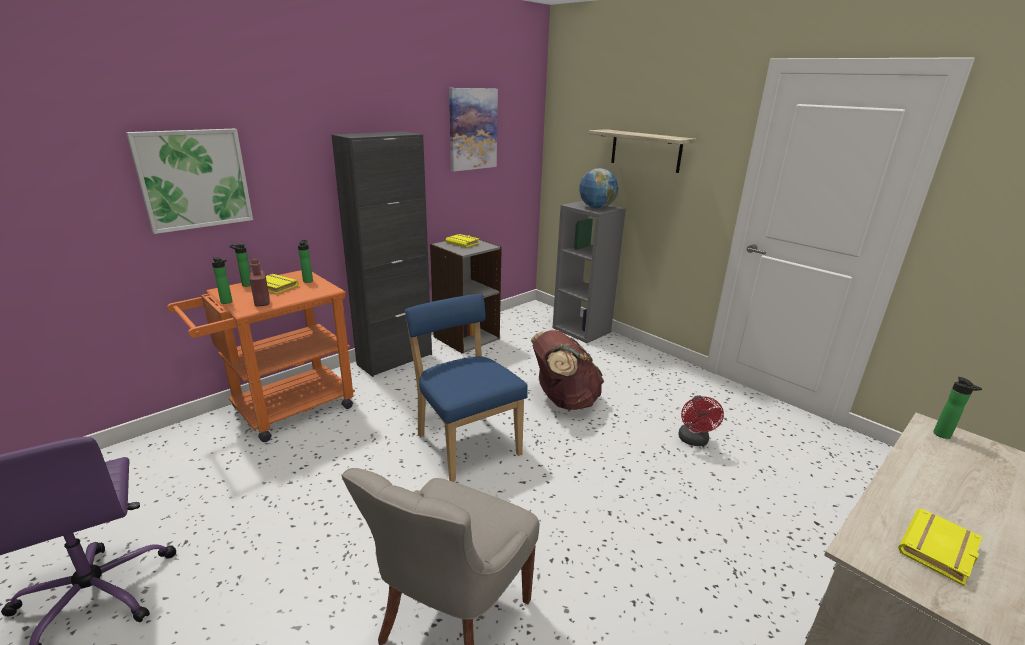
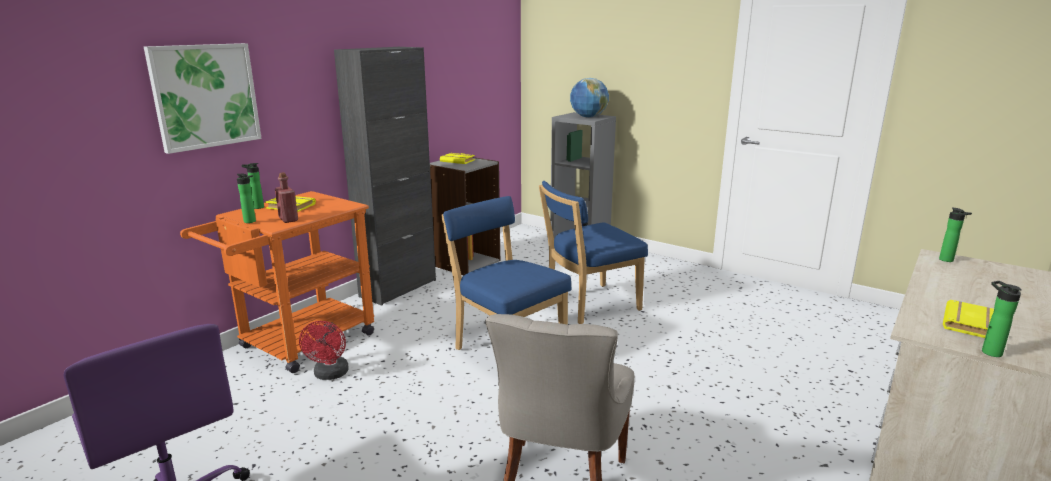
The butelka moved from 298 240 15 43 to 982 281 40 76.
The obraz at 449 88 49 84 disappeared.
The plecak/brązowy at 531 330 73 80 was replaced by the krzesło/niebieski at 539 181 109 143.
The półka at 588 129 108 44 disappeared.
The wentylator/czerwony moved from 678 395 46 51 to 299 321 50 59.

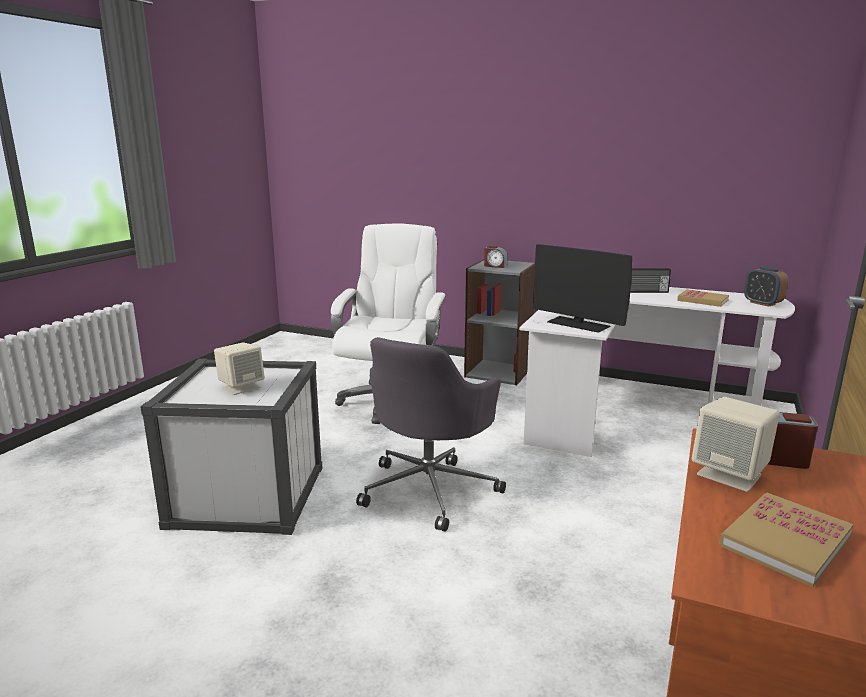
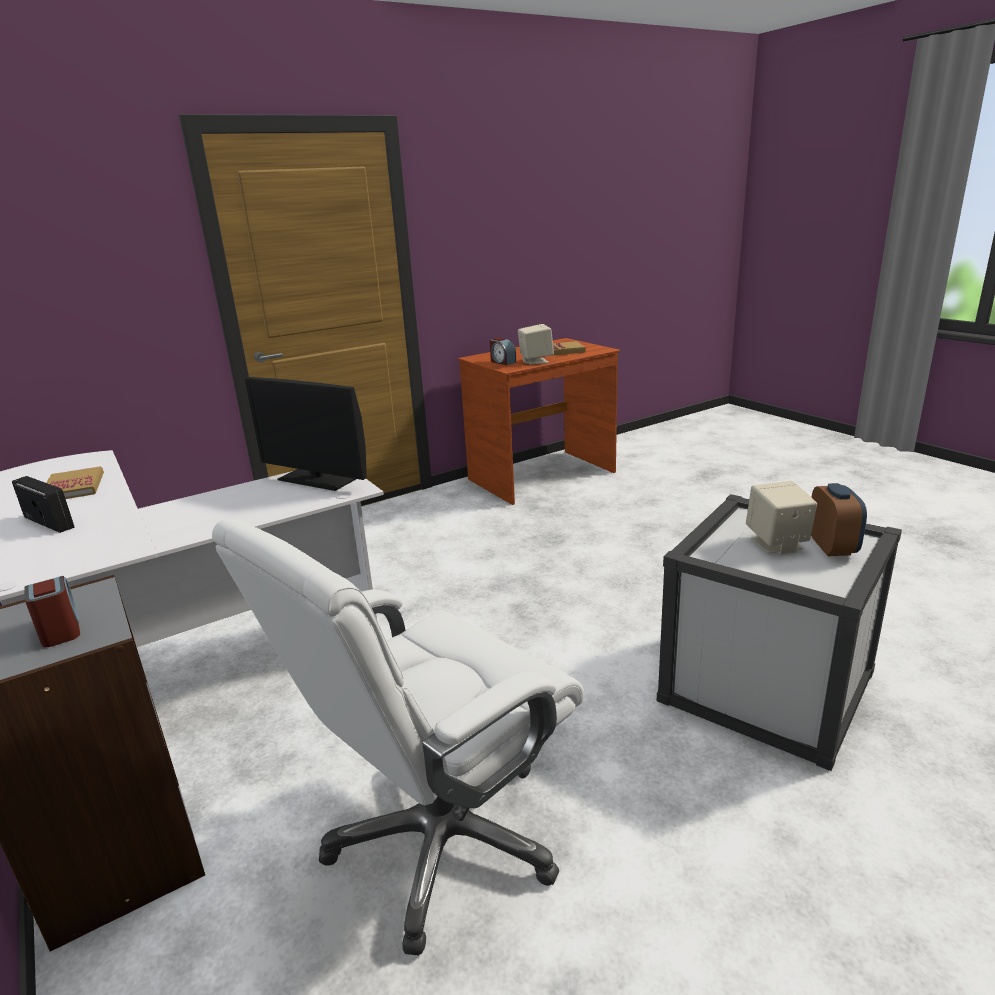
The krzesło biurowe/szary at 356 337 150 195 disappeared.
The monitor at 533 244 99 89 turned 135 degrees clockwise.
The budzik moved from 744 266 44 41 to 811 483 56 73.

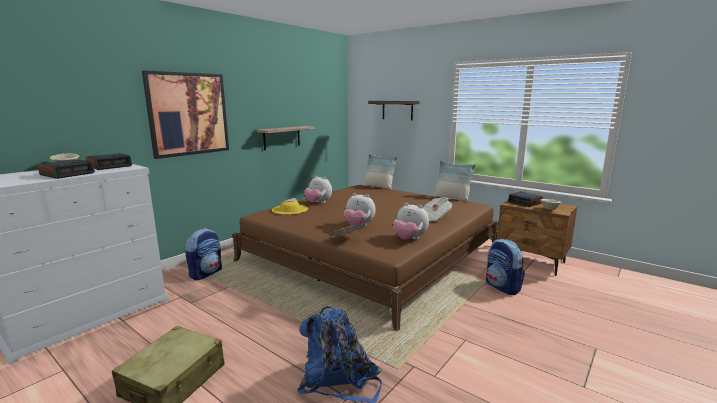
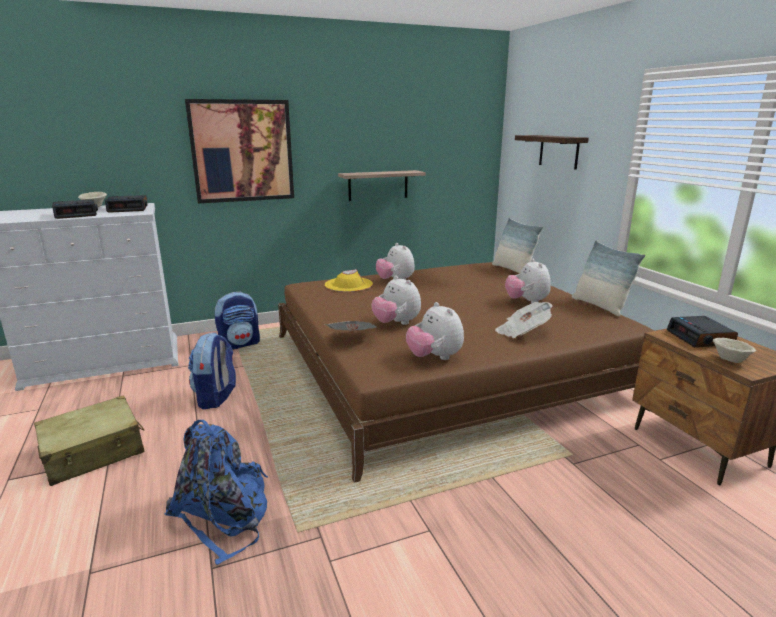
The plecak moved from 486 239 39 56 to 188 332 48 77.
The pluszak at 505 259 46 44 appeared.

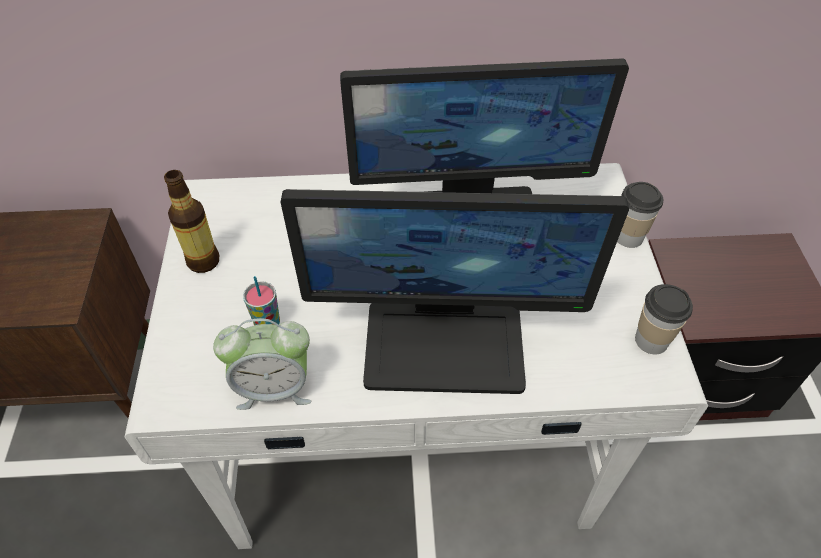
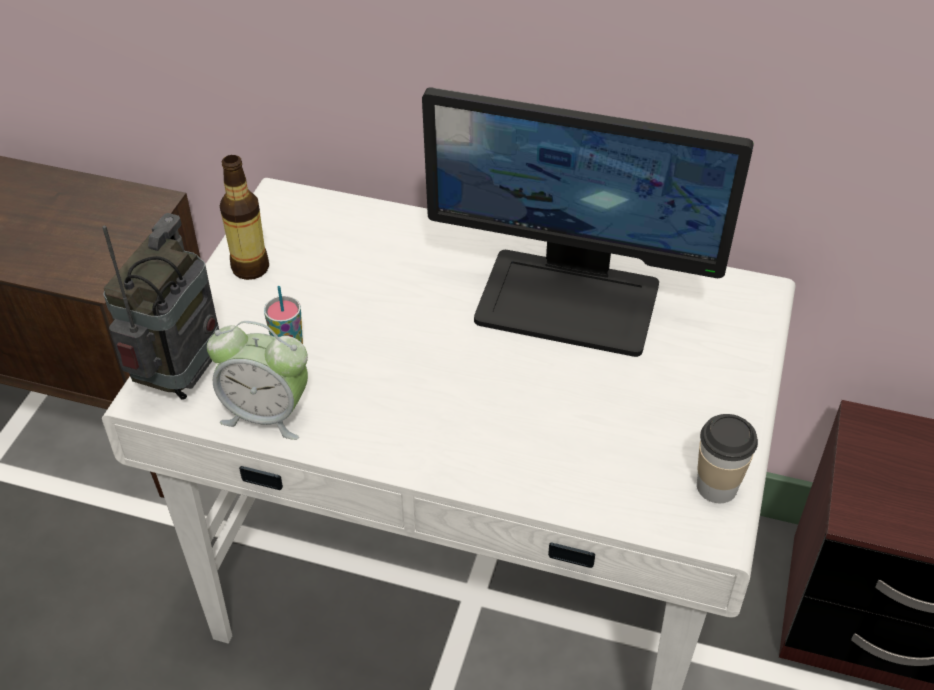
The monitor at 281 189 348 205 disappeared.
The filiżanka at 617 182 46 66 disappeared.
The radio at 102 213 117 187 appeared.

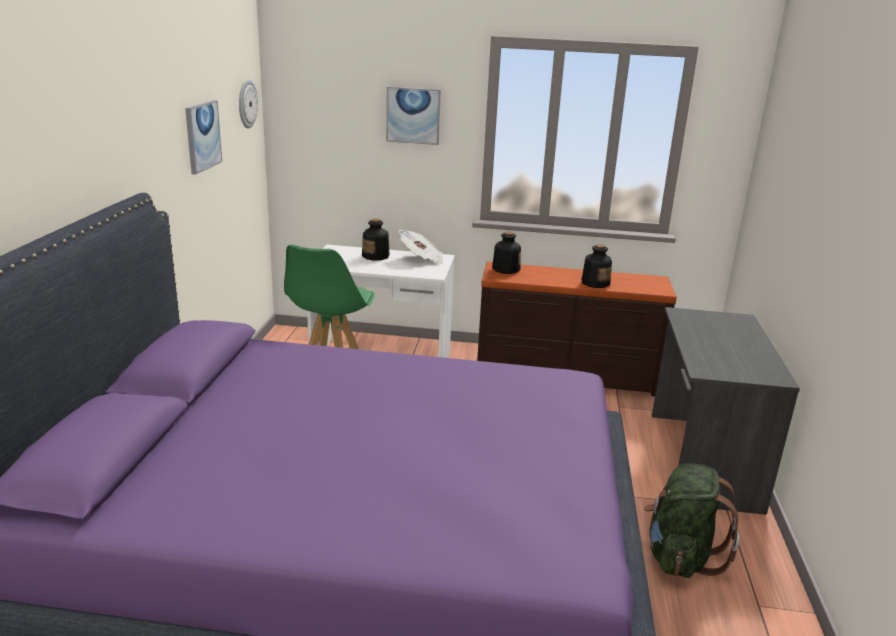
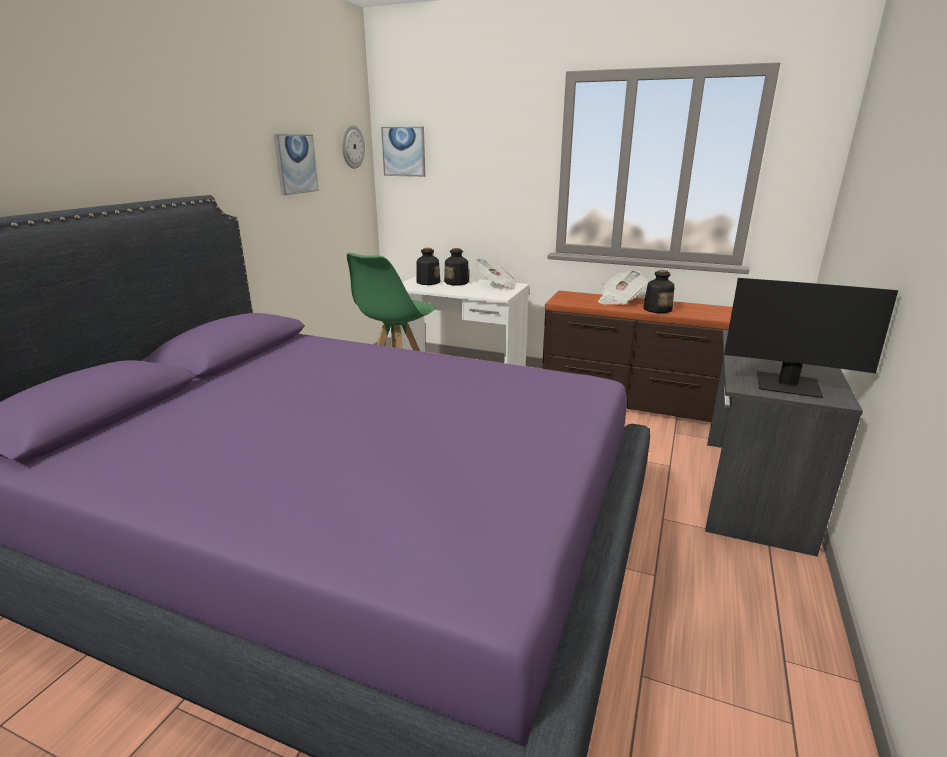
The obraz moved from 386 87 55 58 to 381 127 45 50.
The butelka moved from 492 232 29 42 to 416 248 24 37.
The plecak/zielony at 644 463 96 115 disappeared.
The gazeta at 598 270 50 35 appeared.
The monitor at 724 278 174 120 appeared.

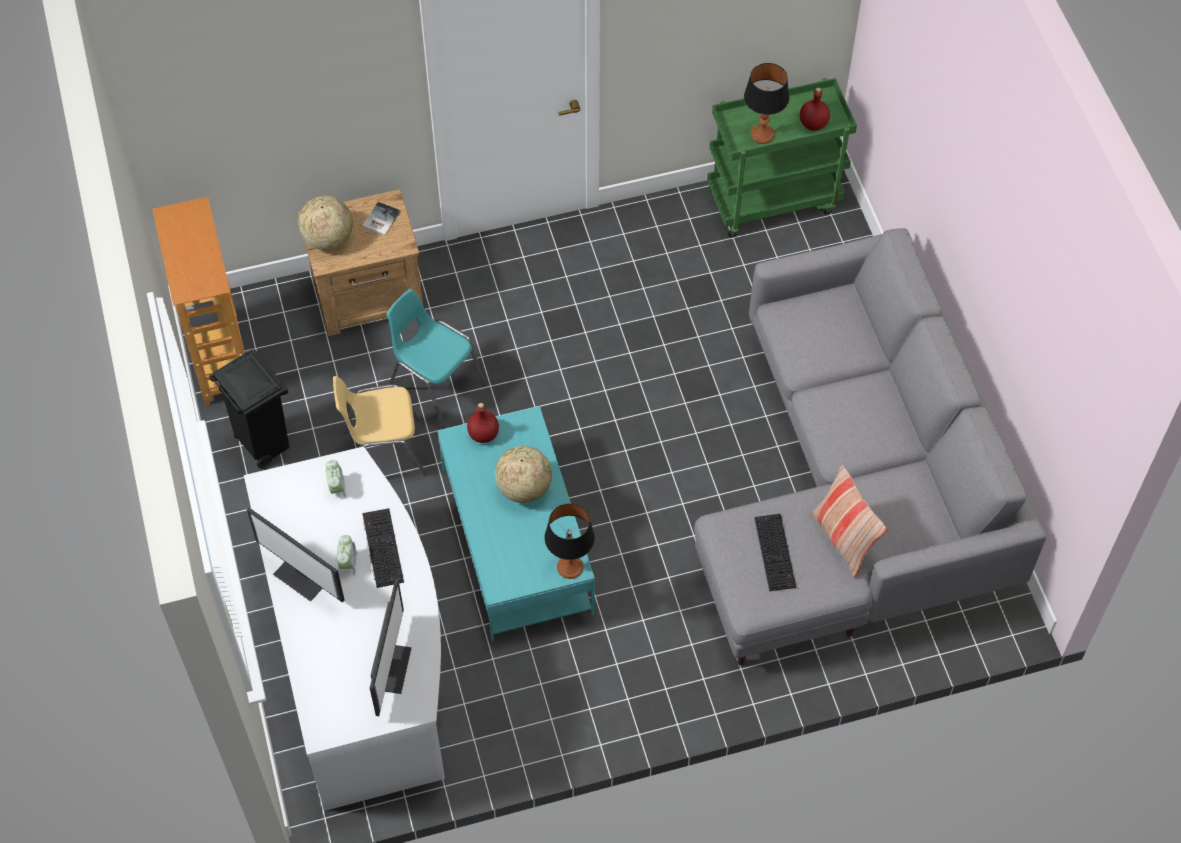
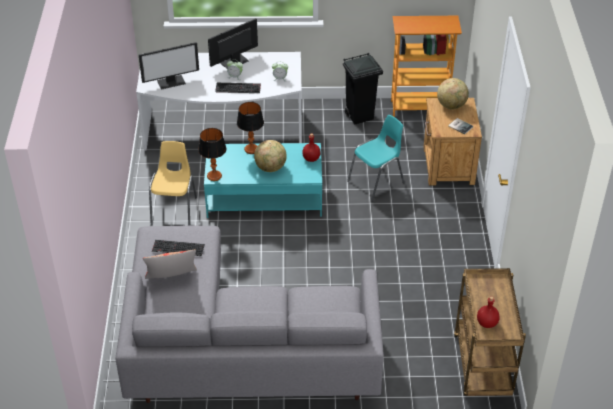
The krzesło/żółty moved from 333 376 94 100 to 149 141 48 85.
The monitor at 370 579 42 137 turned 45 degrees counterclockwise.
The wózek/zielony at 707 78 150 160 became the wózek/brązowy at 454 268 72 128.
The lampa stołowa moved from 744 63 45 81 to 237 102 27 52.

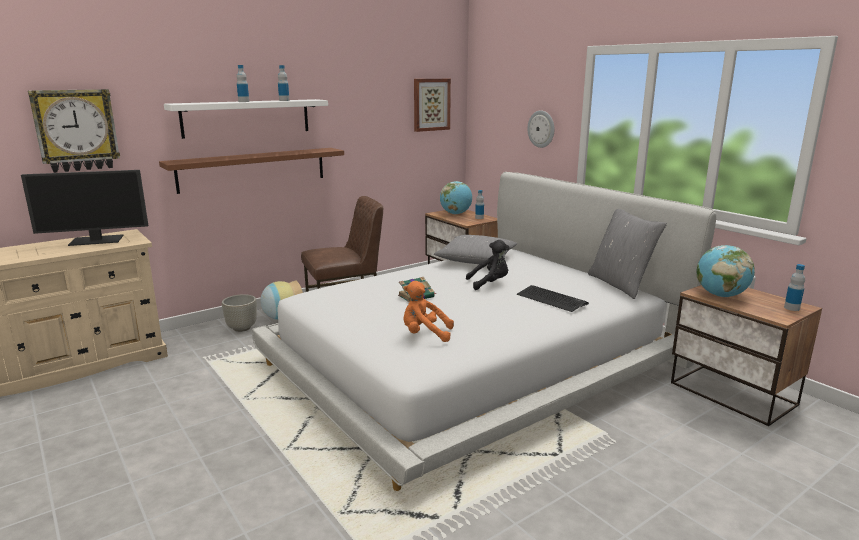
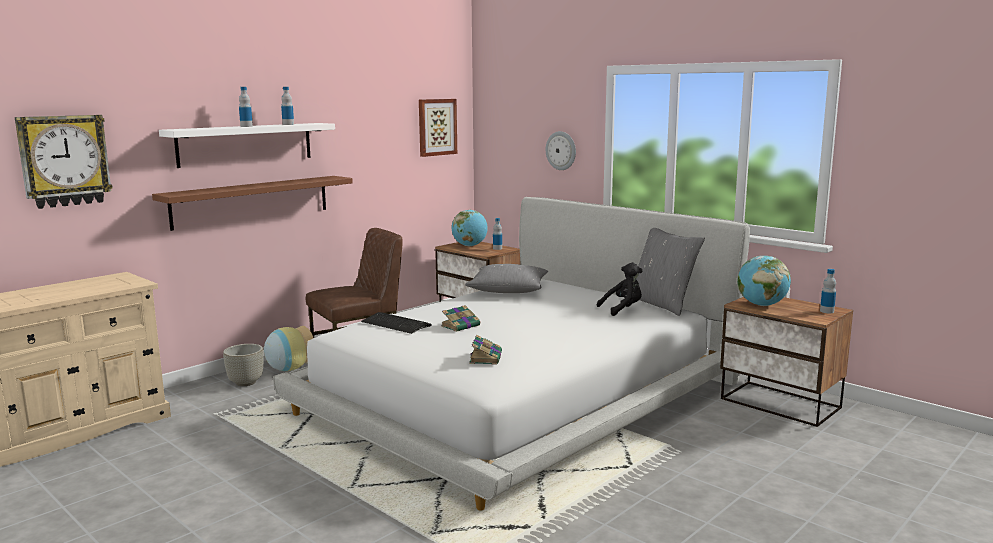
The monitor at 21 170 127 76 disappeared.
The pluszak/pomarańczowy at 403 281 51 61 was replaced by the książka at 469 334 33 31.
The pluszak/czarny moved from 466 240 43 50 to 597 263 45 53.
The klawiatura moved from 517 285 72 27 to 361 312 71 22.

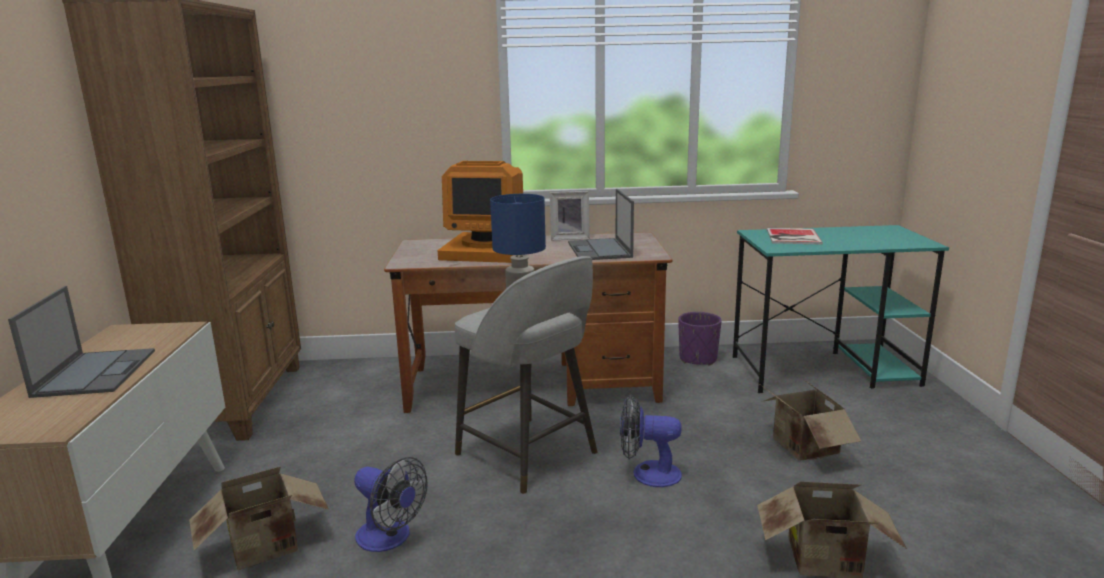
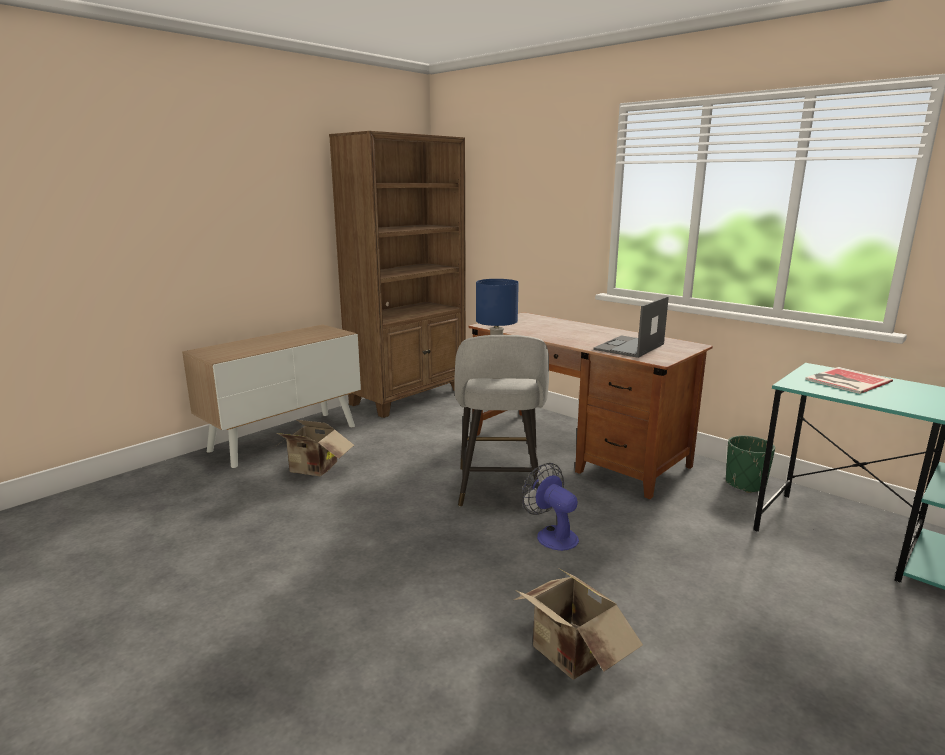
The laptop at 8 286 147 112 disappeared.
The wentylator at 354 457 74 95 disappeared.
The monitor at 437 161 86 102 disappeared.
The ramka na zdjęcie at 550 191 40 49 disappeared.
The donica/fioletowy at 678 312 44 54 became the donica/zielony at 726 435 49 58.
The karton at 758 377 103 84 disappeared.

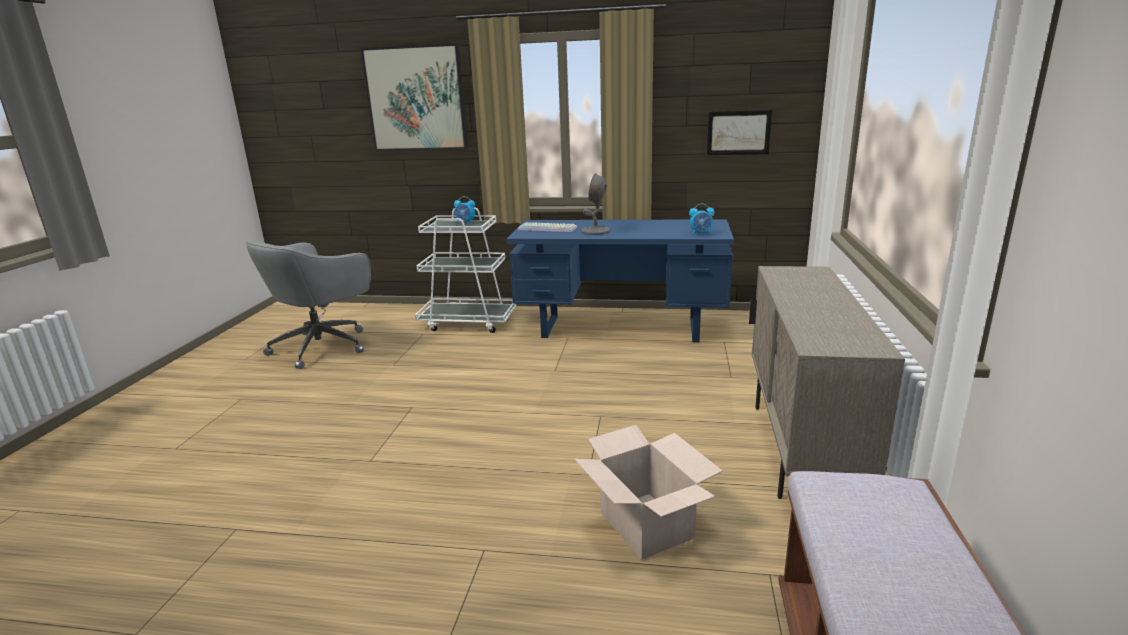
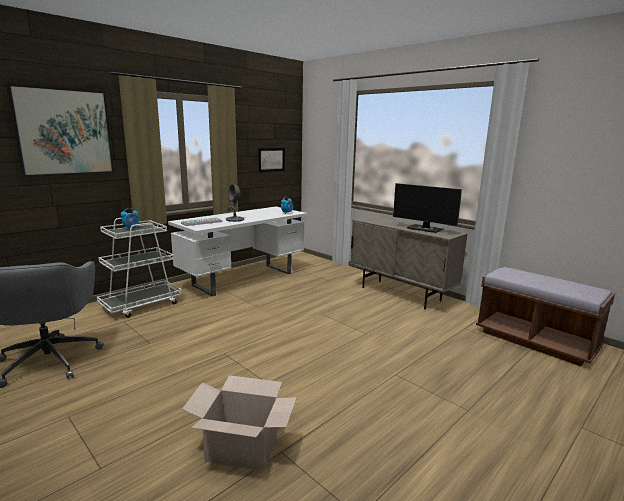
The biurko/niebieski at 507 219 227 123 became the biurko/biały at 168 207 139 89.
The karton moved from 574 425 148 135 to 182 375 115 96.
The monitor at 393 183 69 50 appeared.

